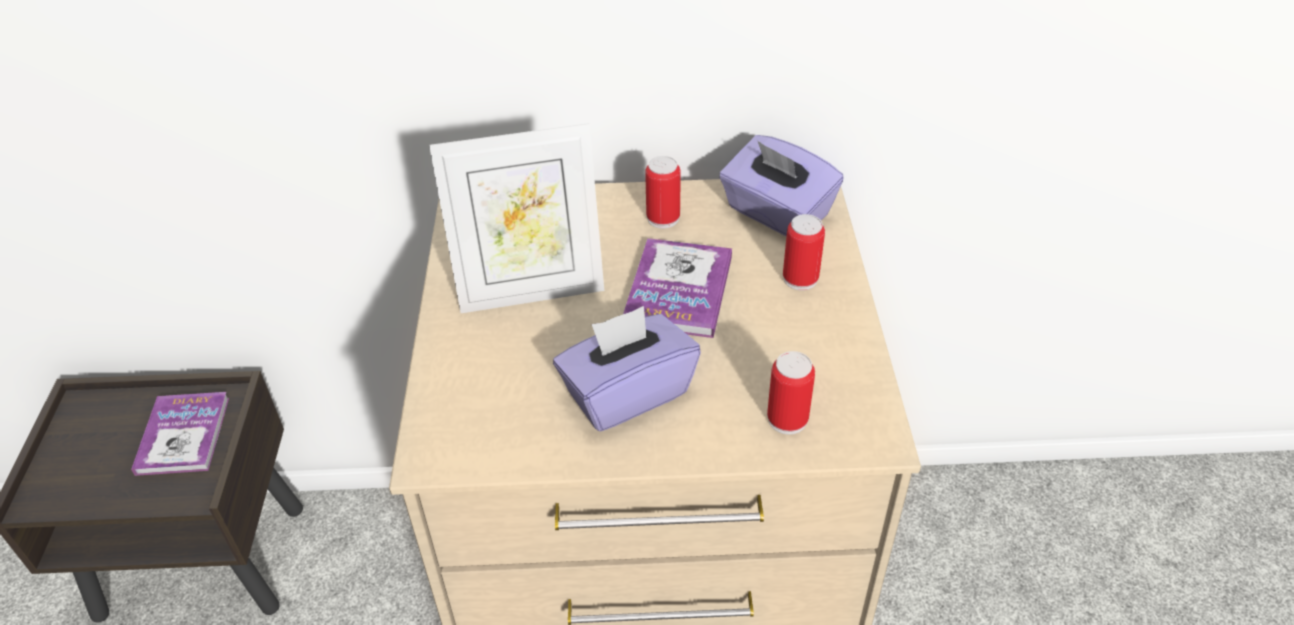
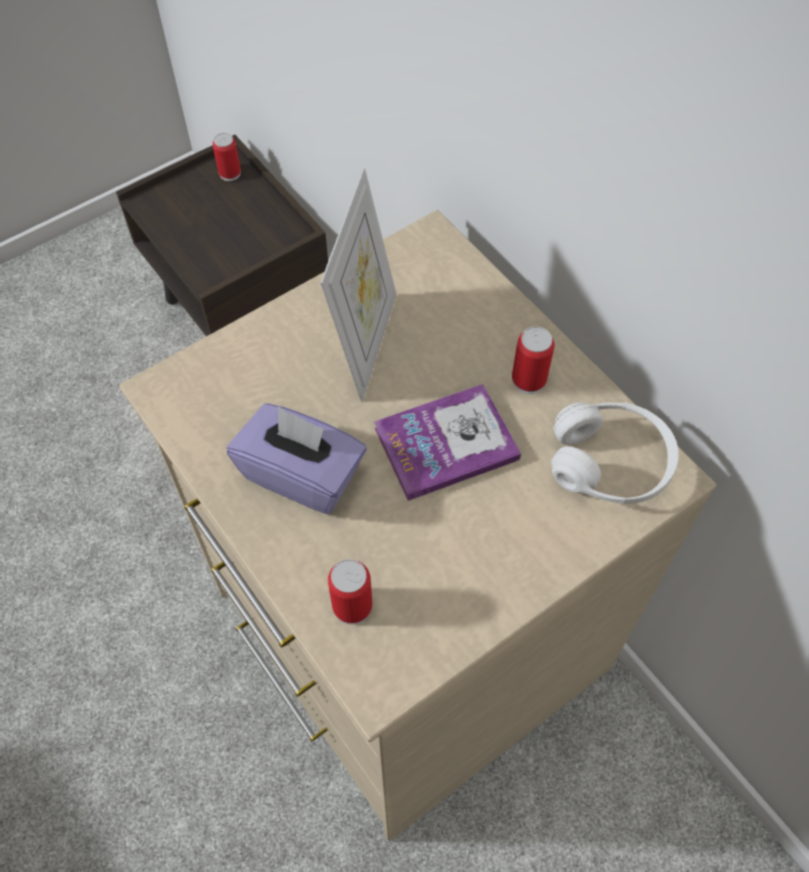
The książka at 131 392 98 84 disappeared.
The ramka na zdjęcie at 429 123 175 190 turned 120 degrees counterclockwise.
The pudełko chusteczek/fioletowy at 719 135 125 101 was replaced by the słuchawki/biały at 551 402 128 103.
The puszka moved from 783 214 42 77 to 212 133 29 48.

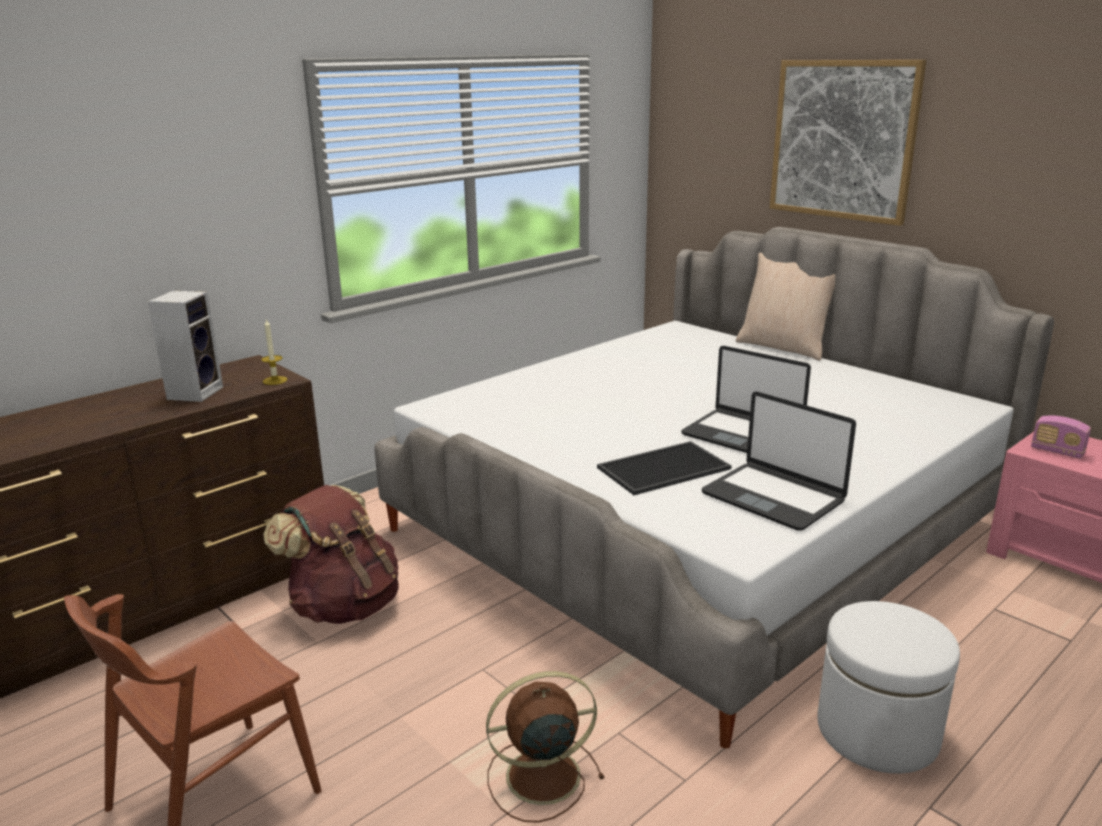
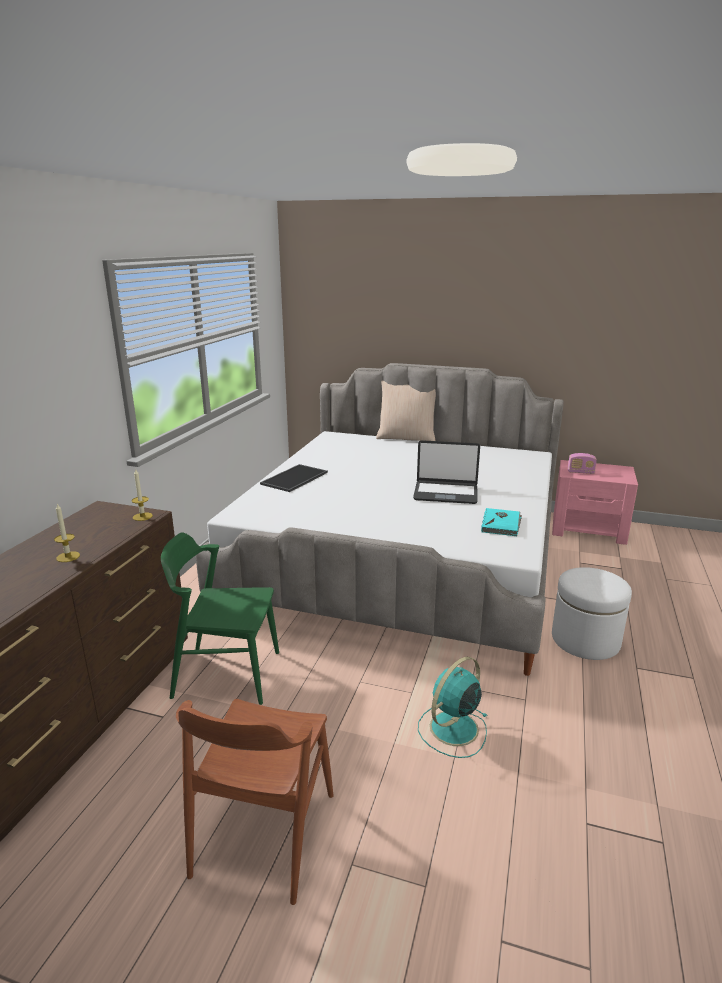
The głośnik at 148 291 75 111 disappeared.
The plecak/brązowy at 264 485 135 139 was replaced by the krzesło/zielony at 161 532 118 173.
The wentylator/brązowy at 486 671 118 152 became the wentylator/turkusowy at 418 657 69 101.
The taca moved from 597 441 135 54 to 260 464 68 28.
The laptop at 701 391 155 140 was replaced by the książka/turkusowy at 481 508 41 28.
The obraz at 770 60 156 166 disappeared.
The świeca at 54 503 26 59 appeared.

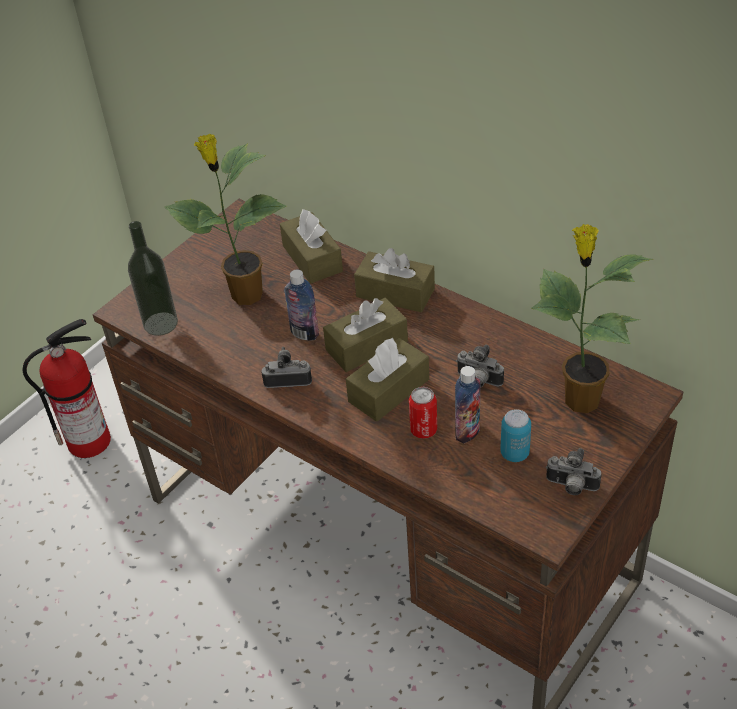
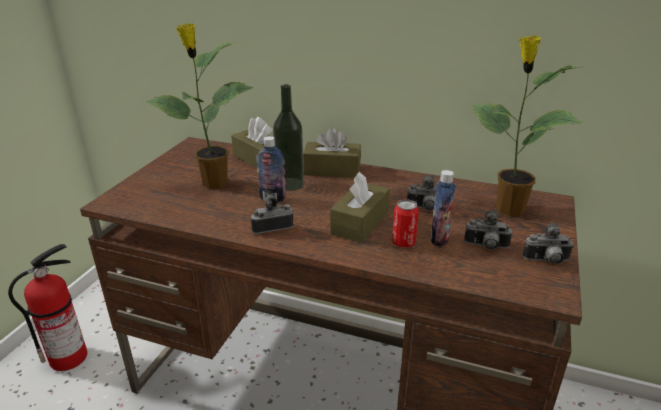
The butelka moved from 128 221 50 115 to 273 84 31 107.
The pudełko chusteczek/brązowy at 323 298 85 74 disappeared.
The puszka at 500 409 31 53 was replaced by the aparat fotograficzny at 464 210 49 40.

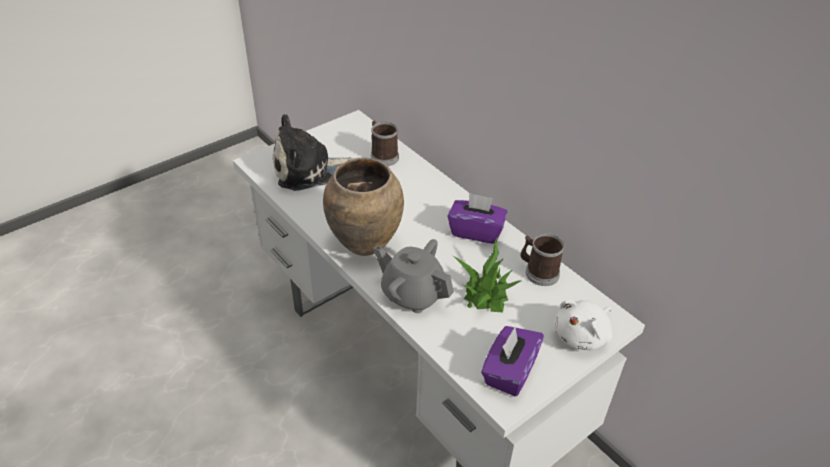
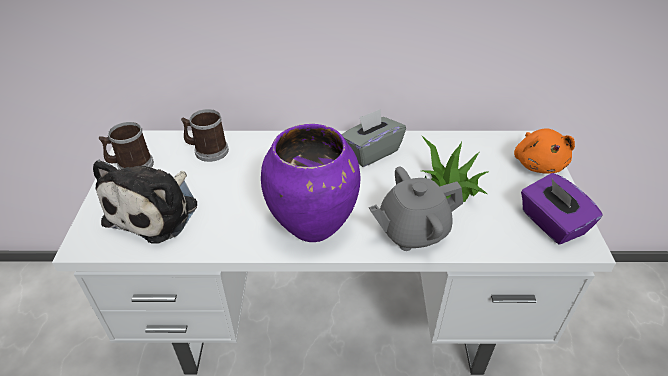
The wazon/brązowy at 323 158 81 98 became the wazon/fioletowy at 261 124 99 118.
The pudełko chusteczek/fioletowy at 447 193 60 51 became the pudełko chusteczek/szary at 341 109 65 58.
The kubek moved from 520 233 44 53 to 99 122 55 48.
The pluszak/biały at 555 300 57 50 became the pluszak/pomarańczowy at 514 128 61 46.

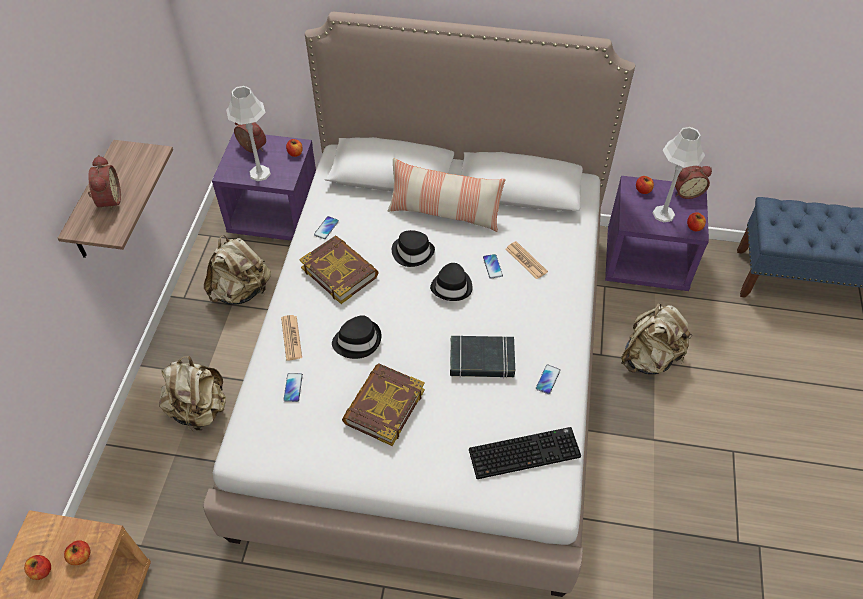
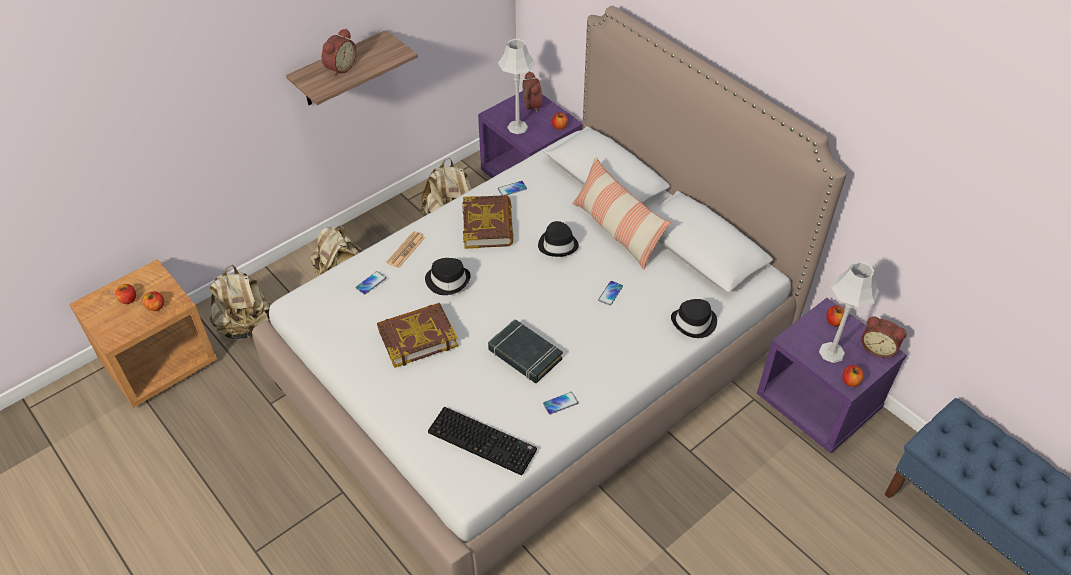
The kapelusz/czarny moved from 430 263 43 38 to 671 299 46 39.
The gazeta at 506 241 42 38 disappeared.
The plecak/beżowy moved from 621 303 71 71 to 209 265 62 77.

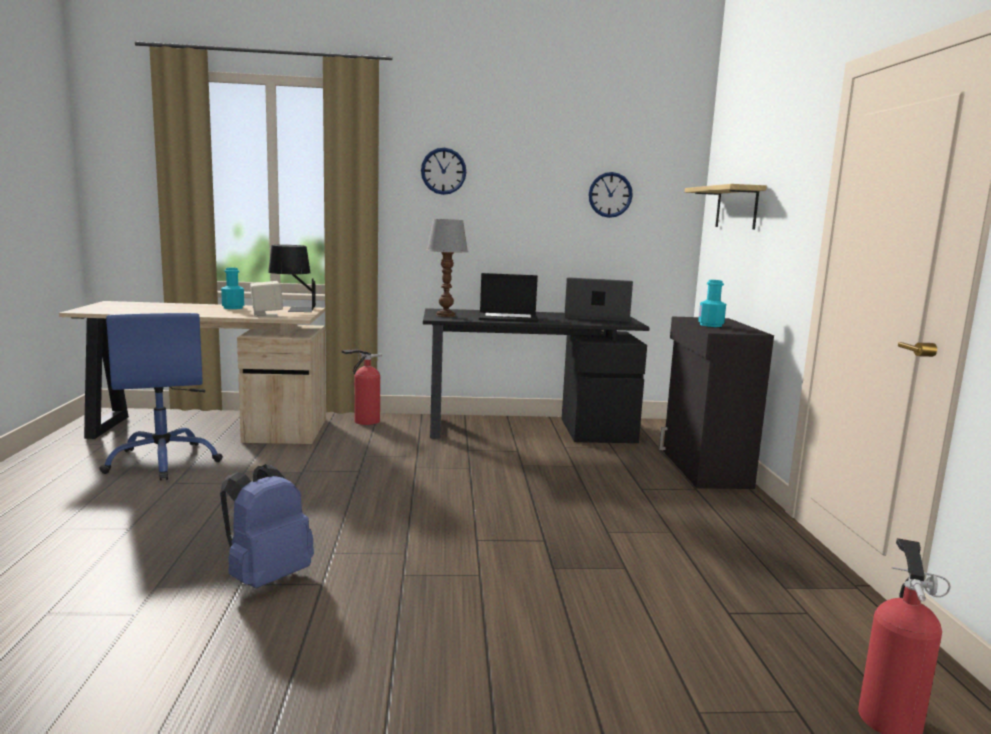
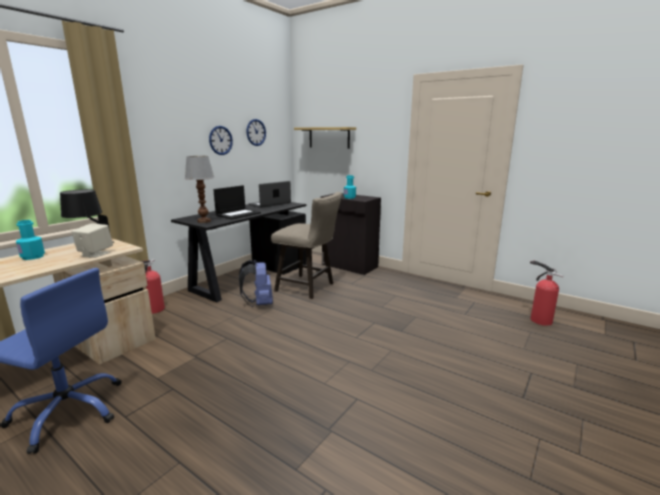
The plecak/niebieski moved from 220 464 94 125 to 239 260 34 47.
The zegar ścienny moved from 421 148 45 47 to 209 126 24 29.
The stołek/beżowy at 271 192 71 107 appeared.

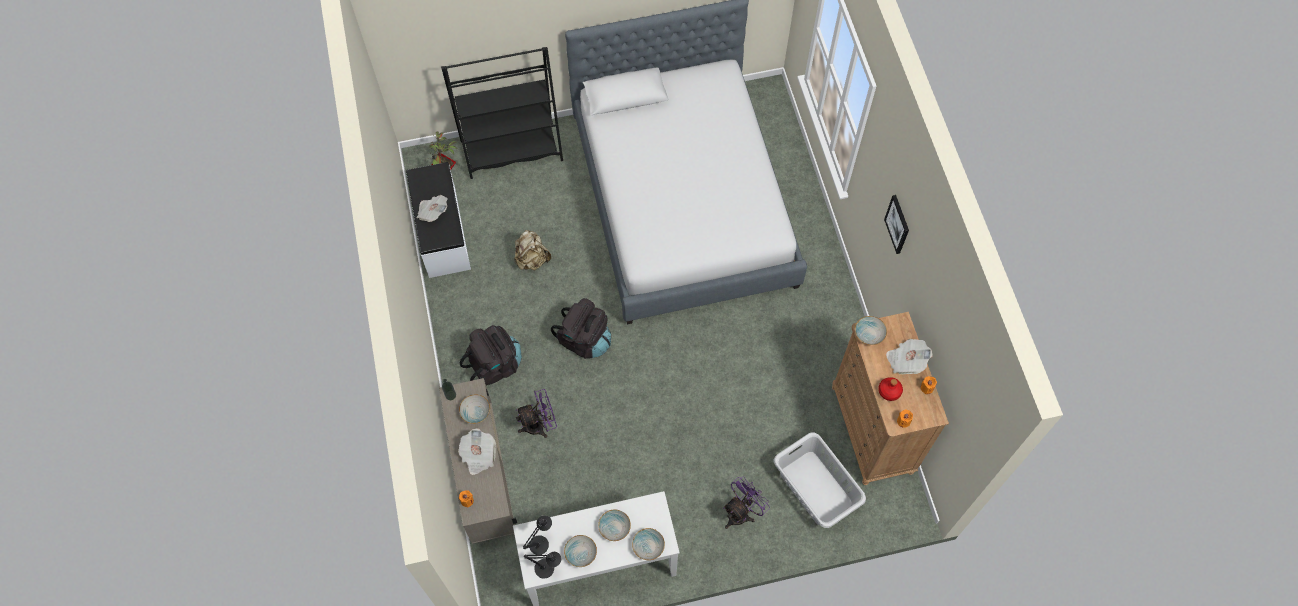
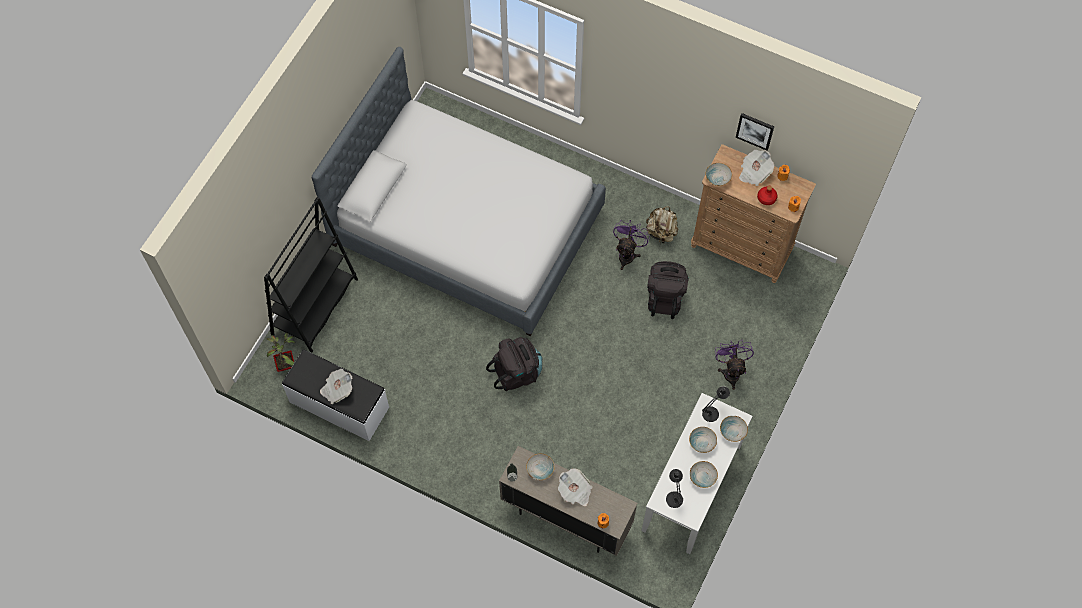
The plecak/czarny moved from 460 325 62 61 to 647 261 42 58.
The plecak/beżowy moved from 514 230 37 40 to 646 206 32 38.
The wentylator/fioletowy moved from 516 389 41 49 to 613 220 37 50.
The lampa stołowa/czarny moved from 524 552 37 27 to 702 386 28 36.
The kosz na pranie/szary at 773 432 93 96 disappeared.
The obraz moved from 884 195 25 59 to 736 113 38 38.

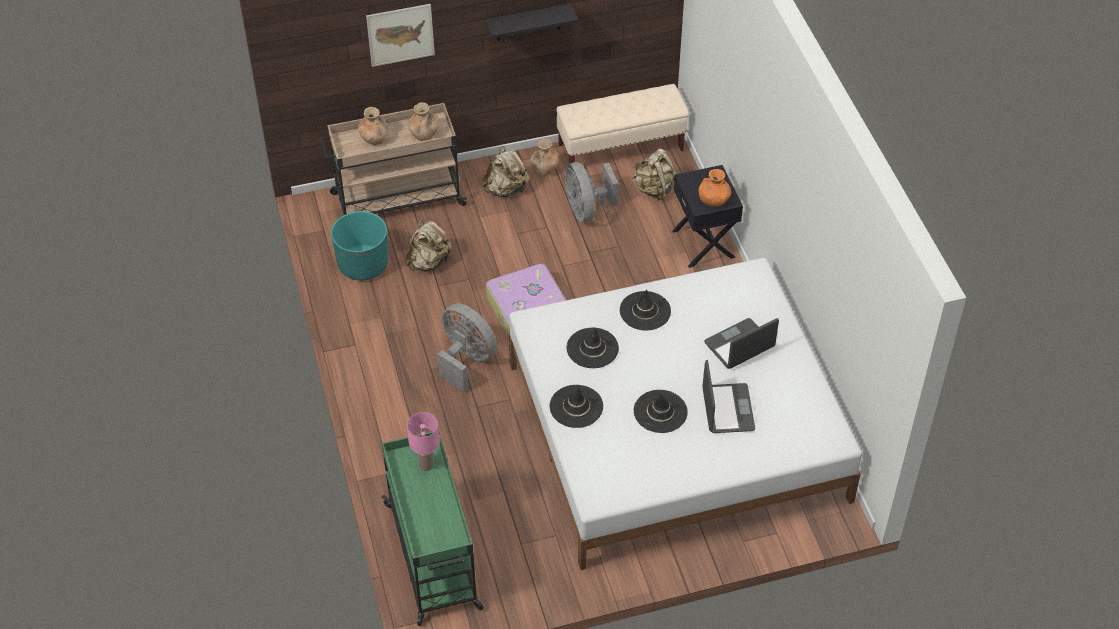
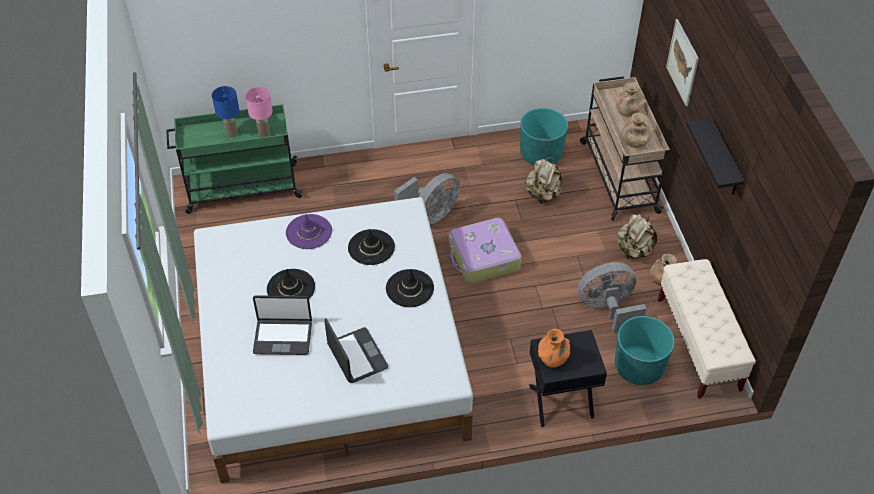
The kapelusz/czarny at 550 385 53 43 became the kapelusz/fioletowy at 286 214 46 35.
The plecak/beżowy at 632 149 46 52 was replaced by the donica/turkusowy at 615 316 59 69.
The lampa stołowa/niebieski at 212 86 27 52 appeared.

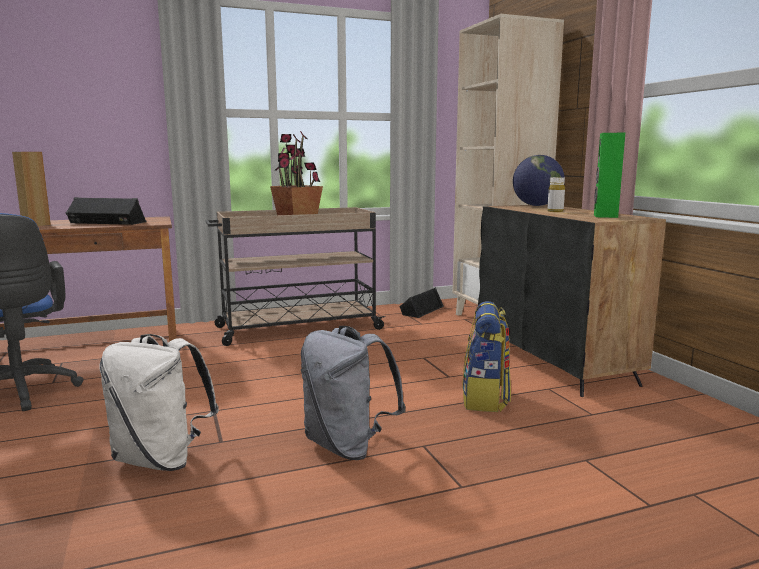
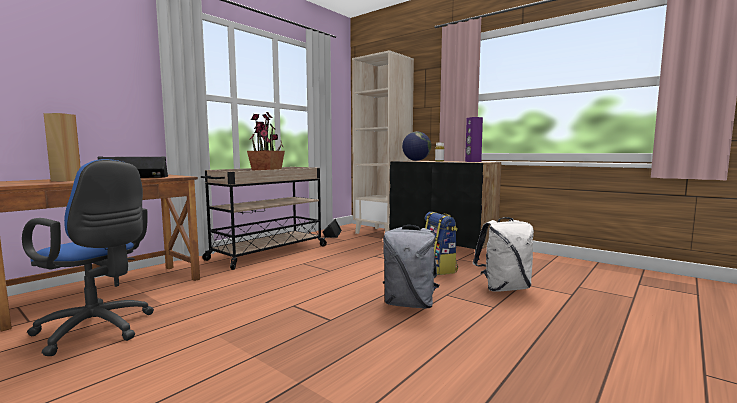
The plecak/biały moved from 99 334 120 137 to 473 217 61 75.
The głośnik/zielony at 594 133 31 85 became the głośnik/fioletowy at 465 117 18 45.

